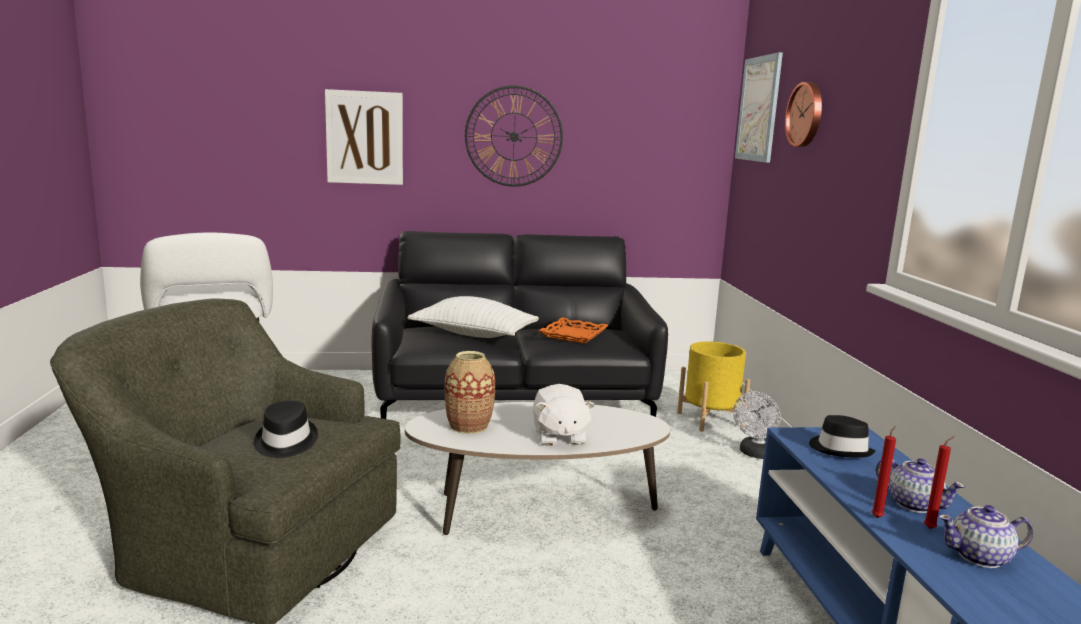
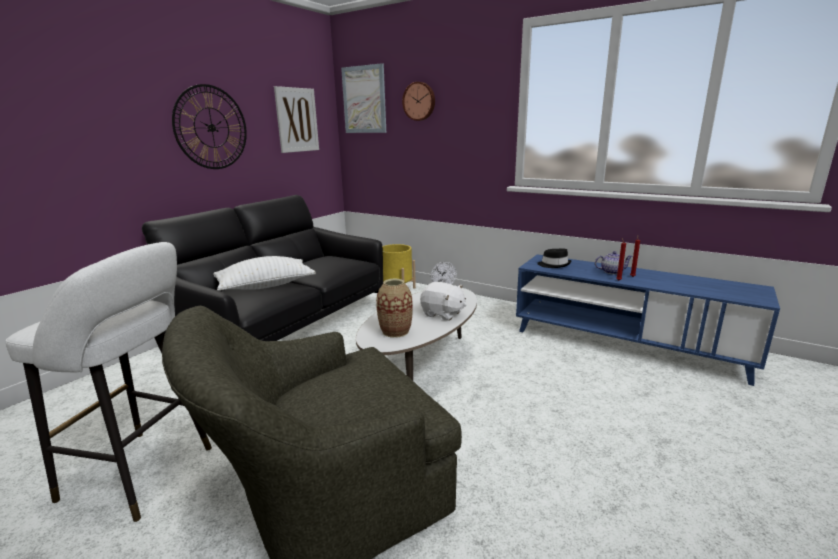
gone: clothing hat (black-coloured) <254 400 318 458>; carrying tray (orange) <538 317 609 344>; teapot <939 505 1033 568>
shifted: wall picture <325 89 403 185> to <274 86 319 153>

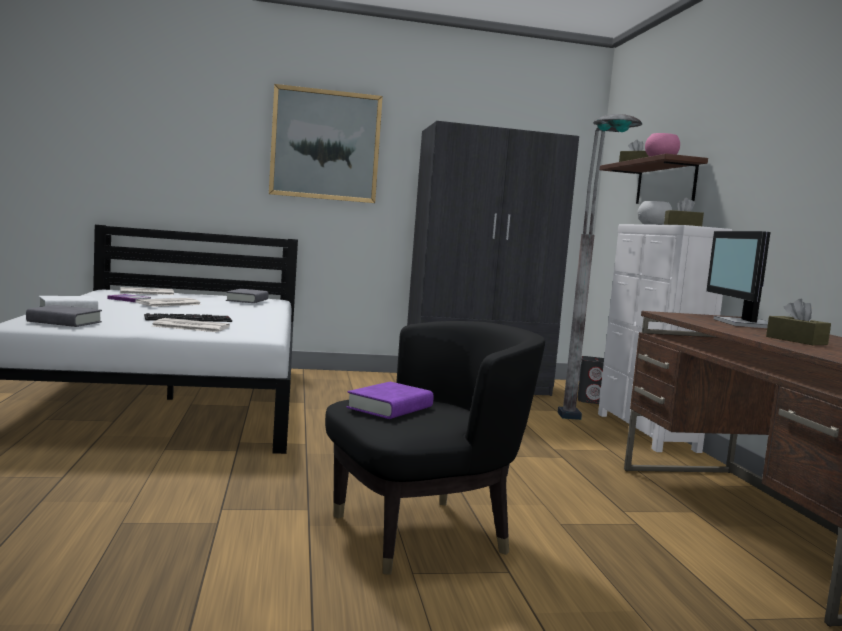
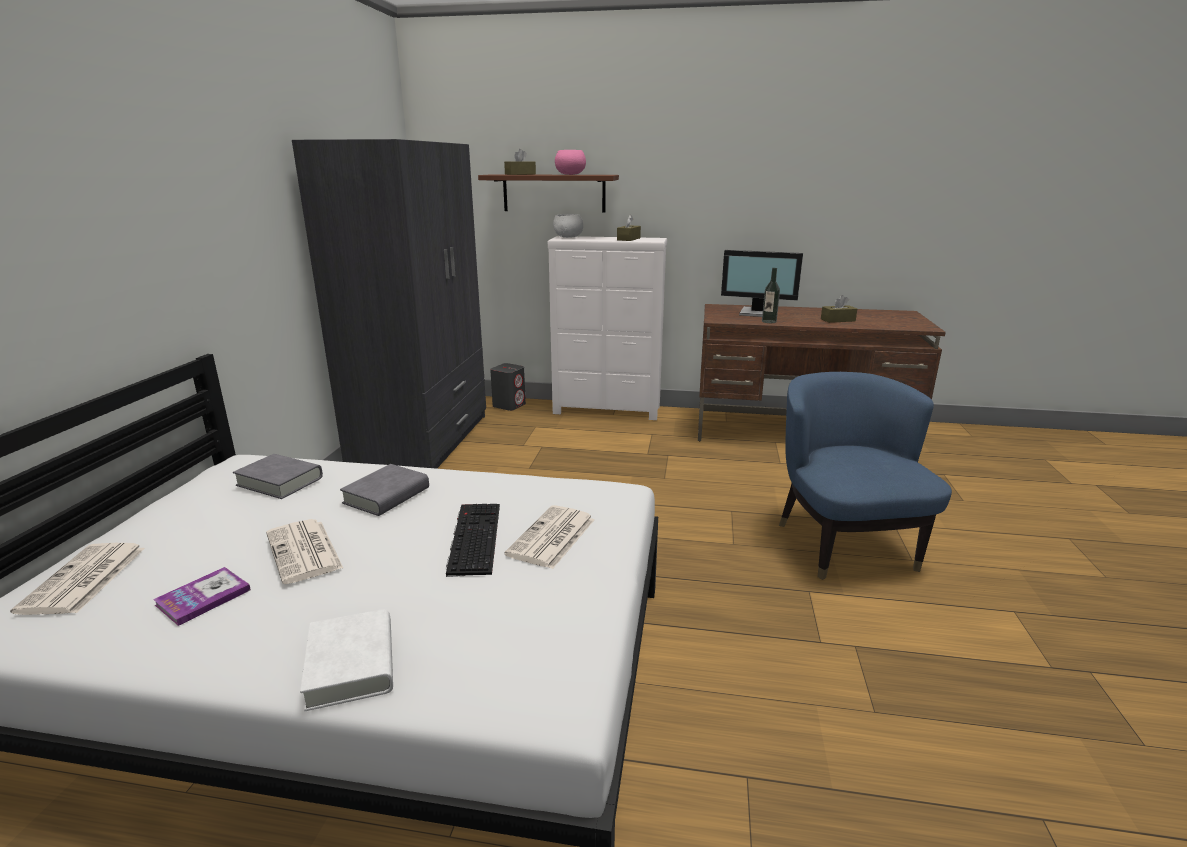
gone: wall picture <269 84 383 203>; book (purplish) <347 382 434 419>; standard lamp (grey) <558 114 642 420>
new: beverage bottle <762 268 780 323>
shifted: book (grey) <26 305 102 327> to <340 464 429 516>
repainted: easy chair (black-coloured) <325 321 545 575> to easy chair (blue) <779 372 952 580>

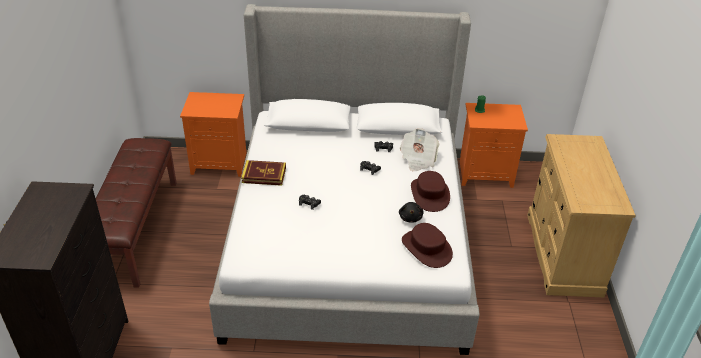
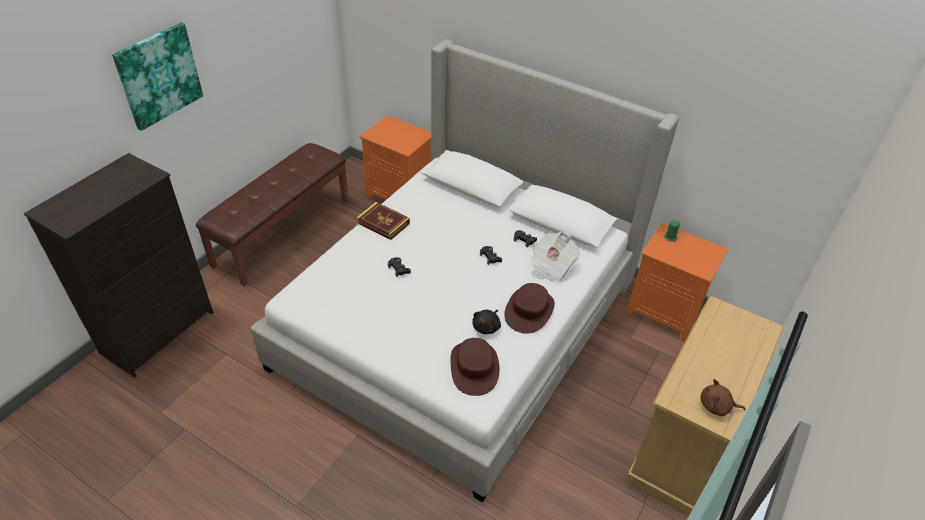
new: wall picture <112 23 203 131>; soft toy (brown-coloured) <700 379 746 416>

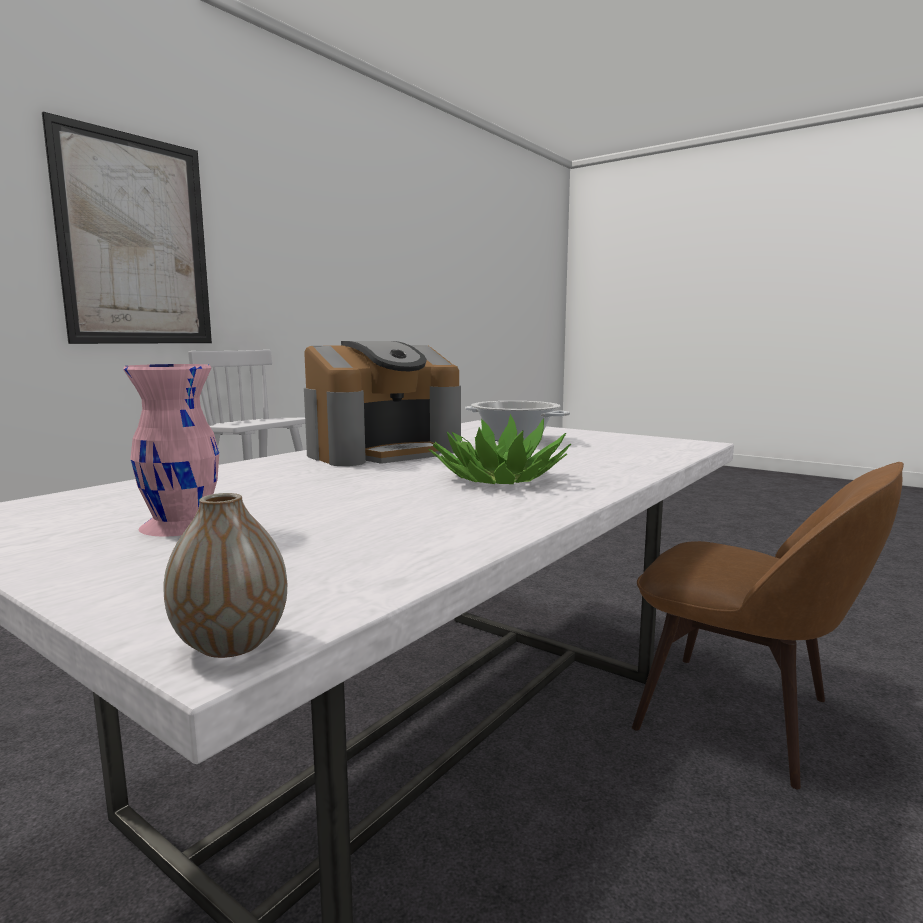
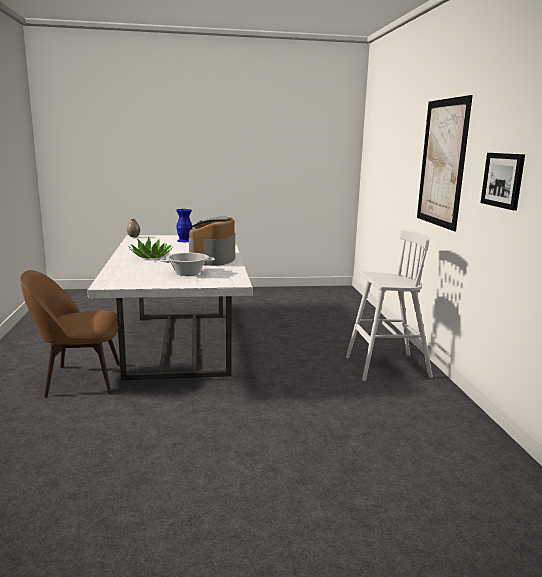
new: wall picture <480 153 525 210>
repainted: decorative vase (pink-coloured) <123 364 219 536> to decorative vase (blue) <176 209 192 242>

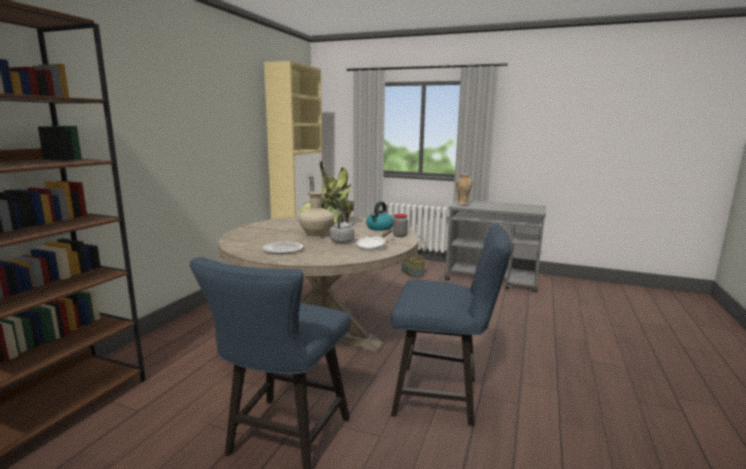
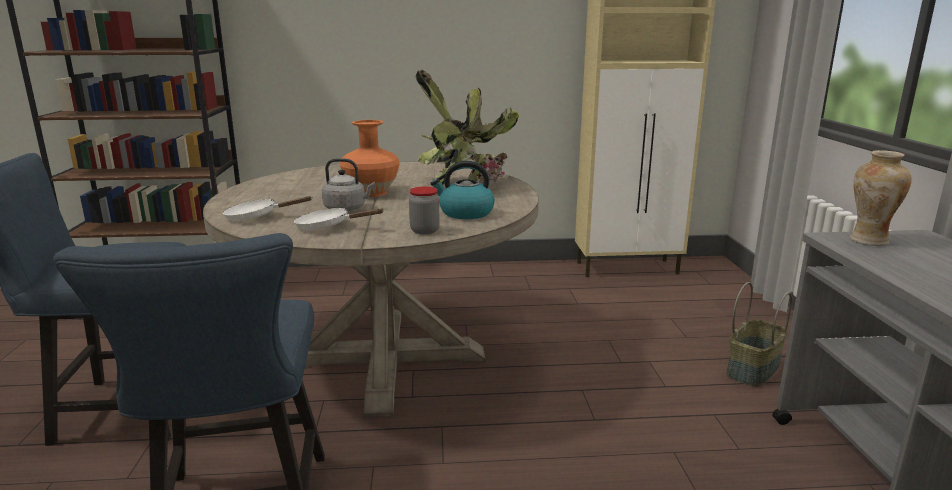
gone: dinner plate <262 242 303 254>
new: frying pan (whitish) <223 196 311 221>
repainted: decorative vase (sand-coloured) <298 191 334 238> to decorative vase (orange) <340 120 400 197>

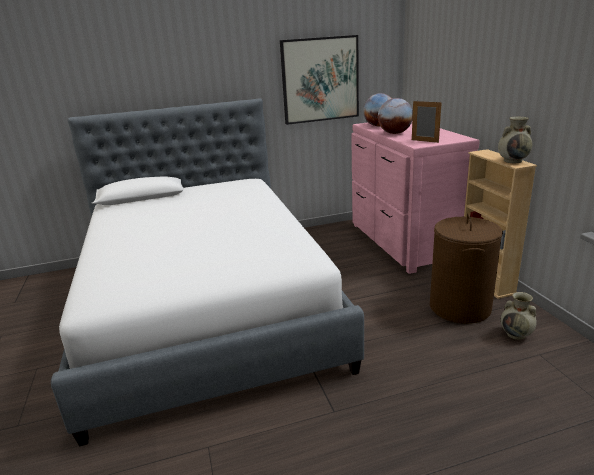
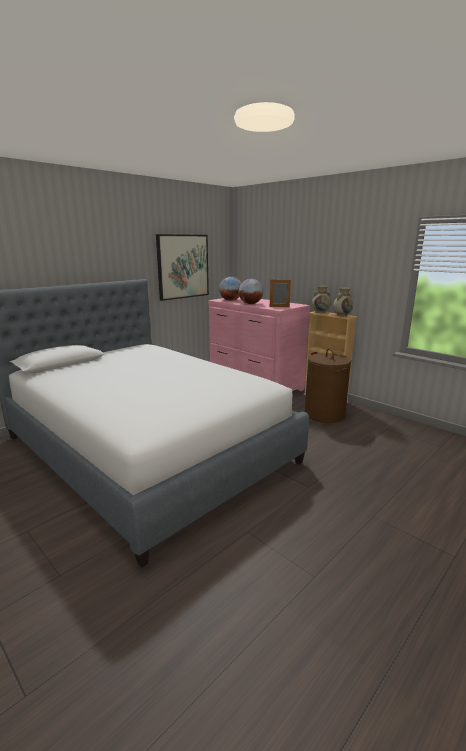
shifted: decorative vase (sand-coloured) <501 292 537 340> to <312 286 331 313>

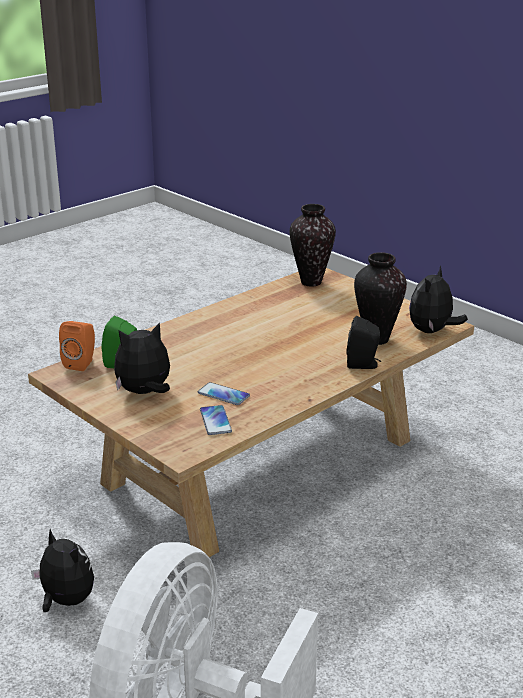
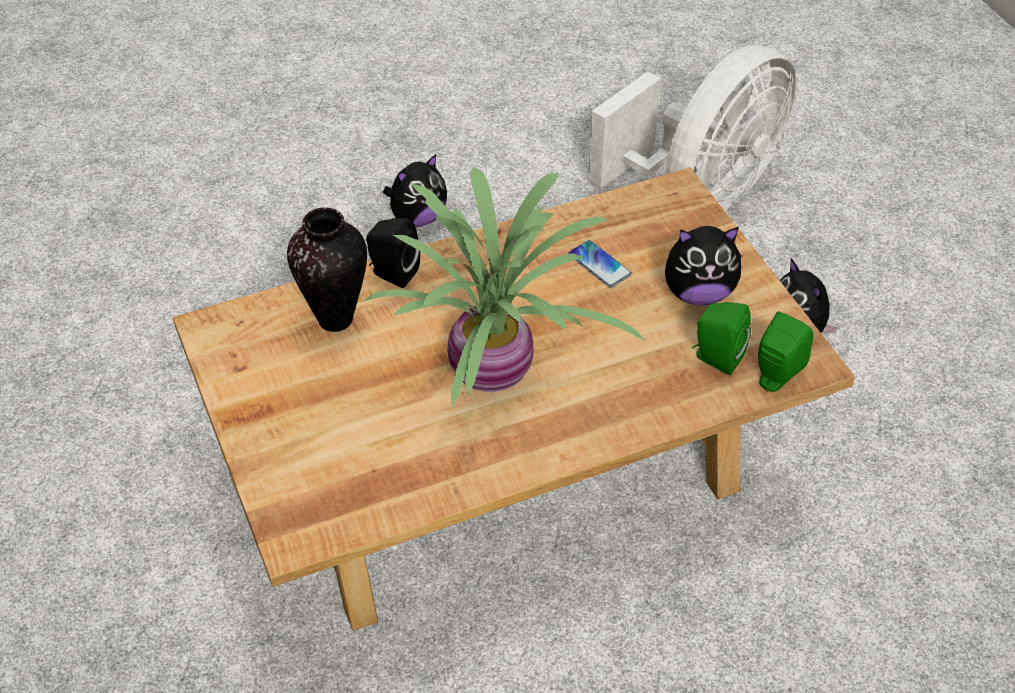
gone: handset <200 405 232 435>; decorative vase <290 204 336 287>
new: houseplant <364 167 646 407>
shifted: soft toy <409 266 468 333> to <383 154 447 227>
repainted: audio speaker (orange) <59 321 95 371> to audio speaker (greenish) <758 312 813 392>

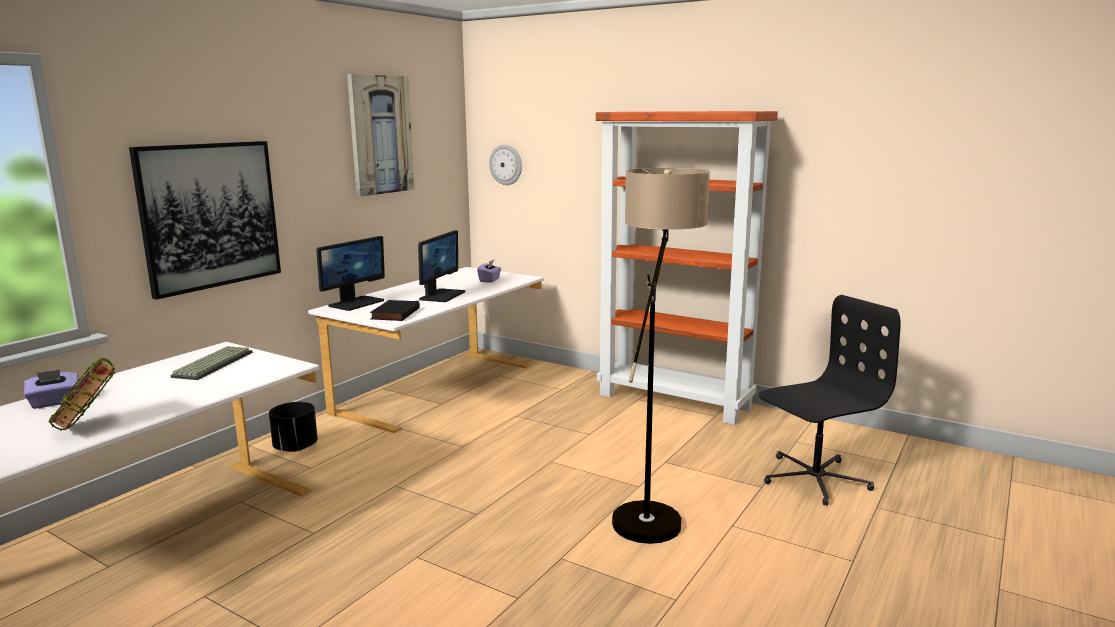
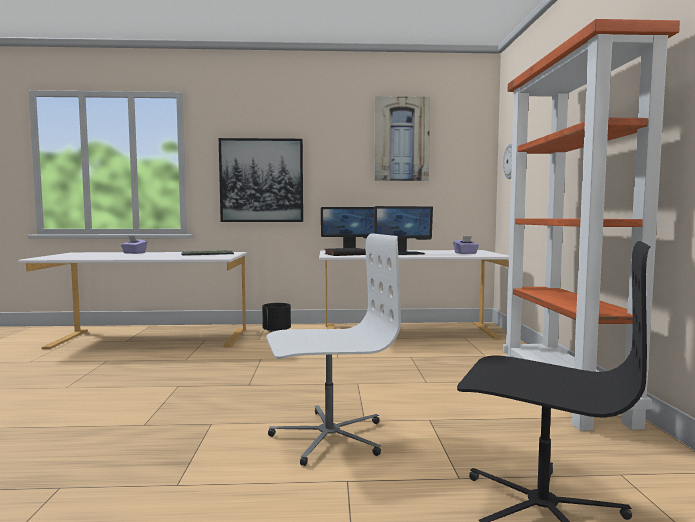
gone: book <48 358 115 431>
swapped: standard lamp <612 168 710 544> to computer chair (whitish) <266 233 401 466>

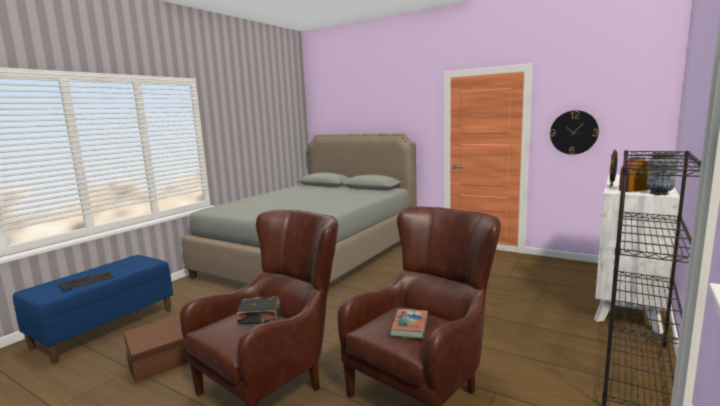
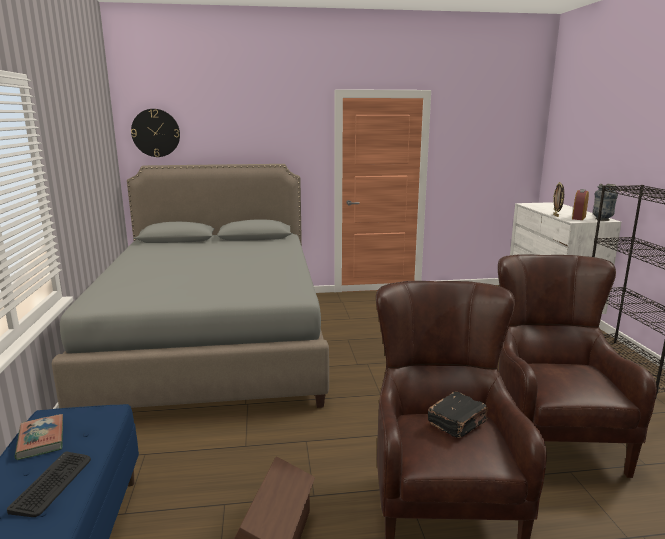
shifted: book <389 309 428 339> to <15 414 63 460>; hanging clock <550 110 599 155> to <131 109 180 157>

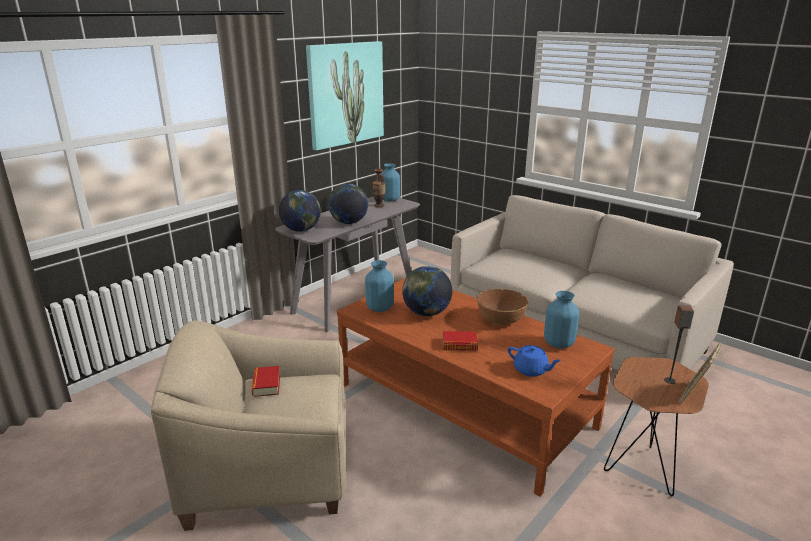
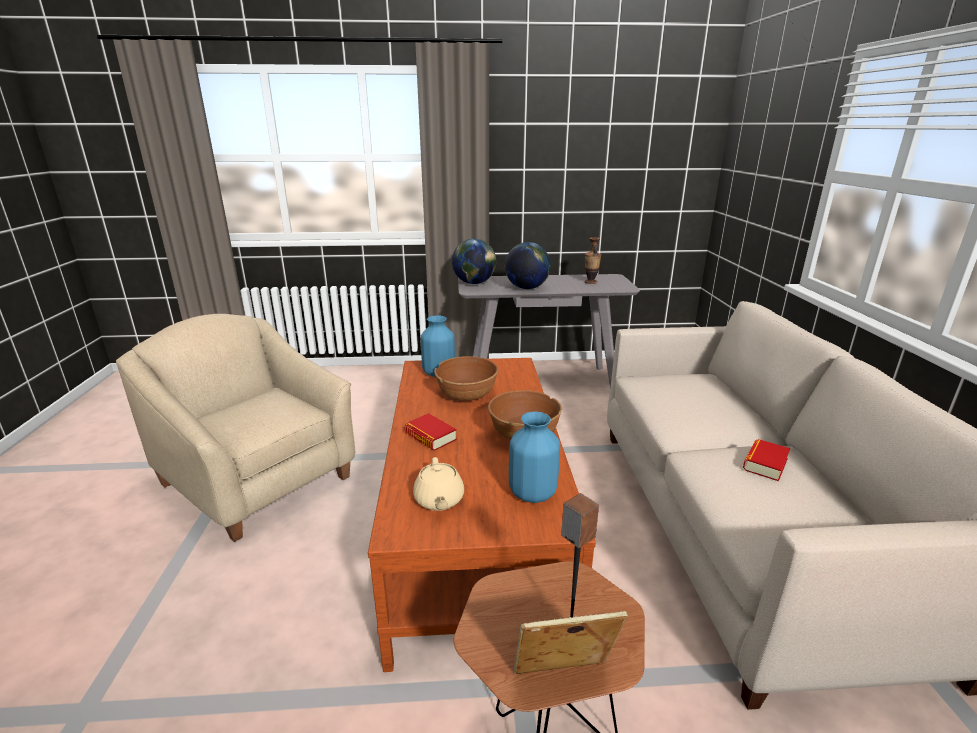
gone: wall picture <306 41 384 151>; decorative vase (blue) <381 163 400 201>
shifted: book <252 366 280 397> to <743 439 790 481>
swapped: world globe <402 266 452 316> to serving bowl (brown-coloured) <434 356 498 400>
repainted: teapot (blue) <508 345 561 377> to teapot (sand-coloured) <413 457 464 511>

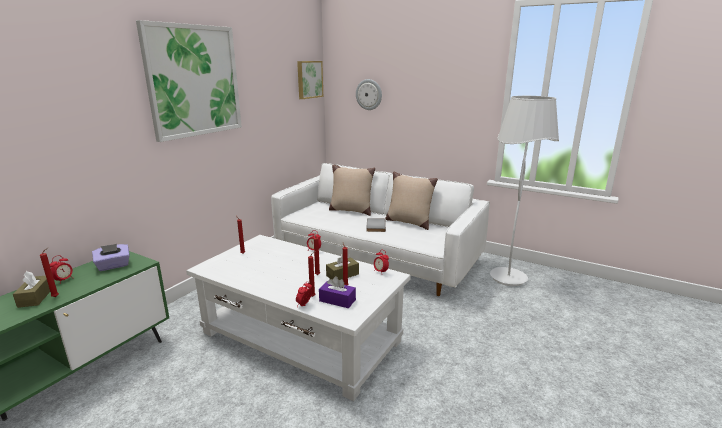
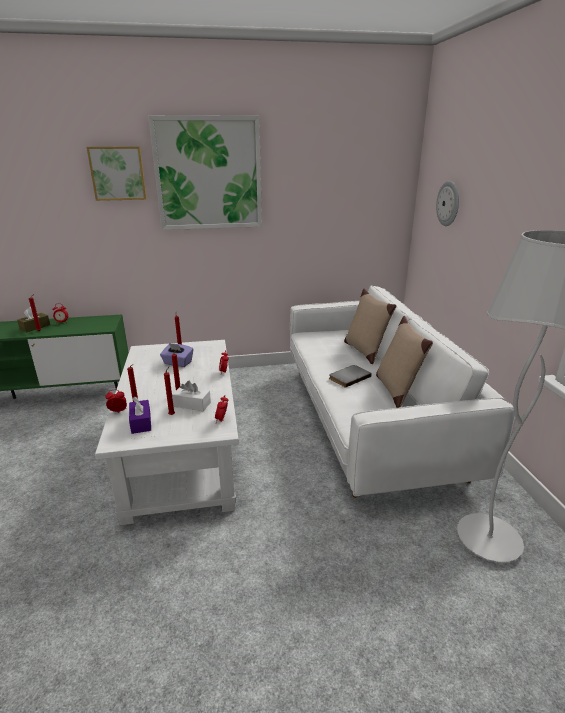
shifted: tissue holder (purplish) <92 244 130 271> to <160 343 193 367>; wall picture <297 61 323 99> to <87 146 147 201>
repainted: tissue holder (brown-coloured) <326 253 359 280> to tissue holder (whitish) <172 381 211 411>

